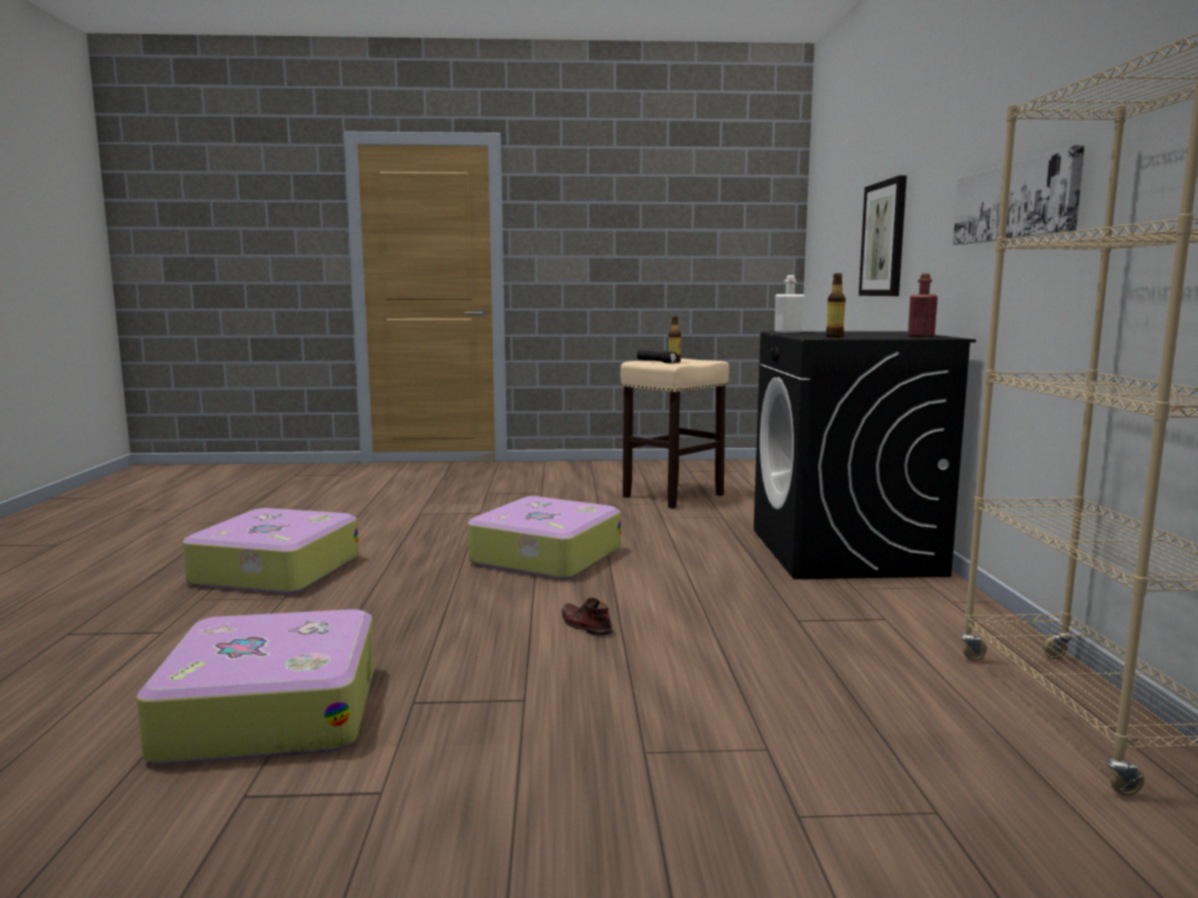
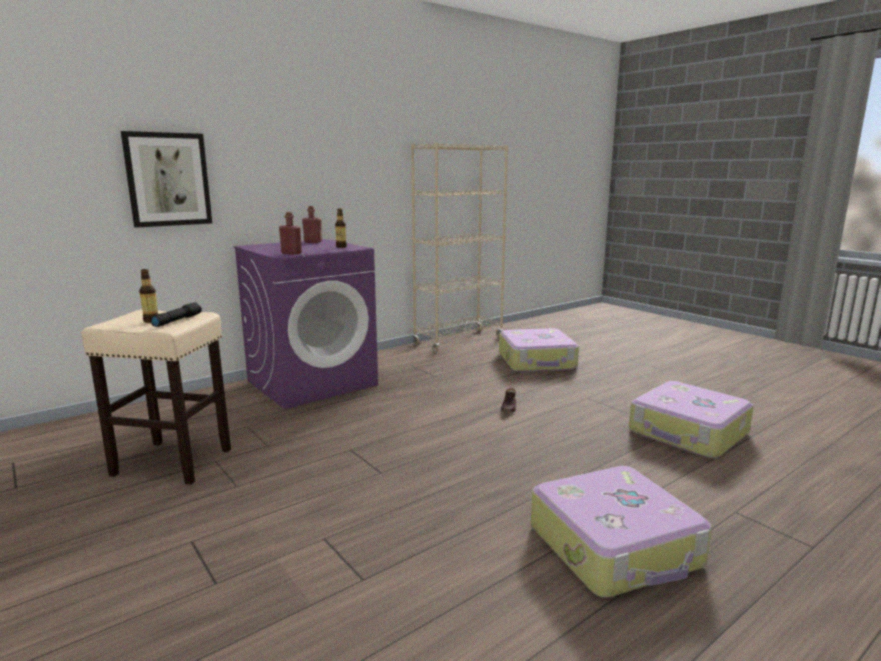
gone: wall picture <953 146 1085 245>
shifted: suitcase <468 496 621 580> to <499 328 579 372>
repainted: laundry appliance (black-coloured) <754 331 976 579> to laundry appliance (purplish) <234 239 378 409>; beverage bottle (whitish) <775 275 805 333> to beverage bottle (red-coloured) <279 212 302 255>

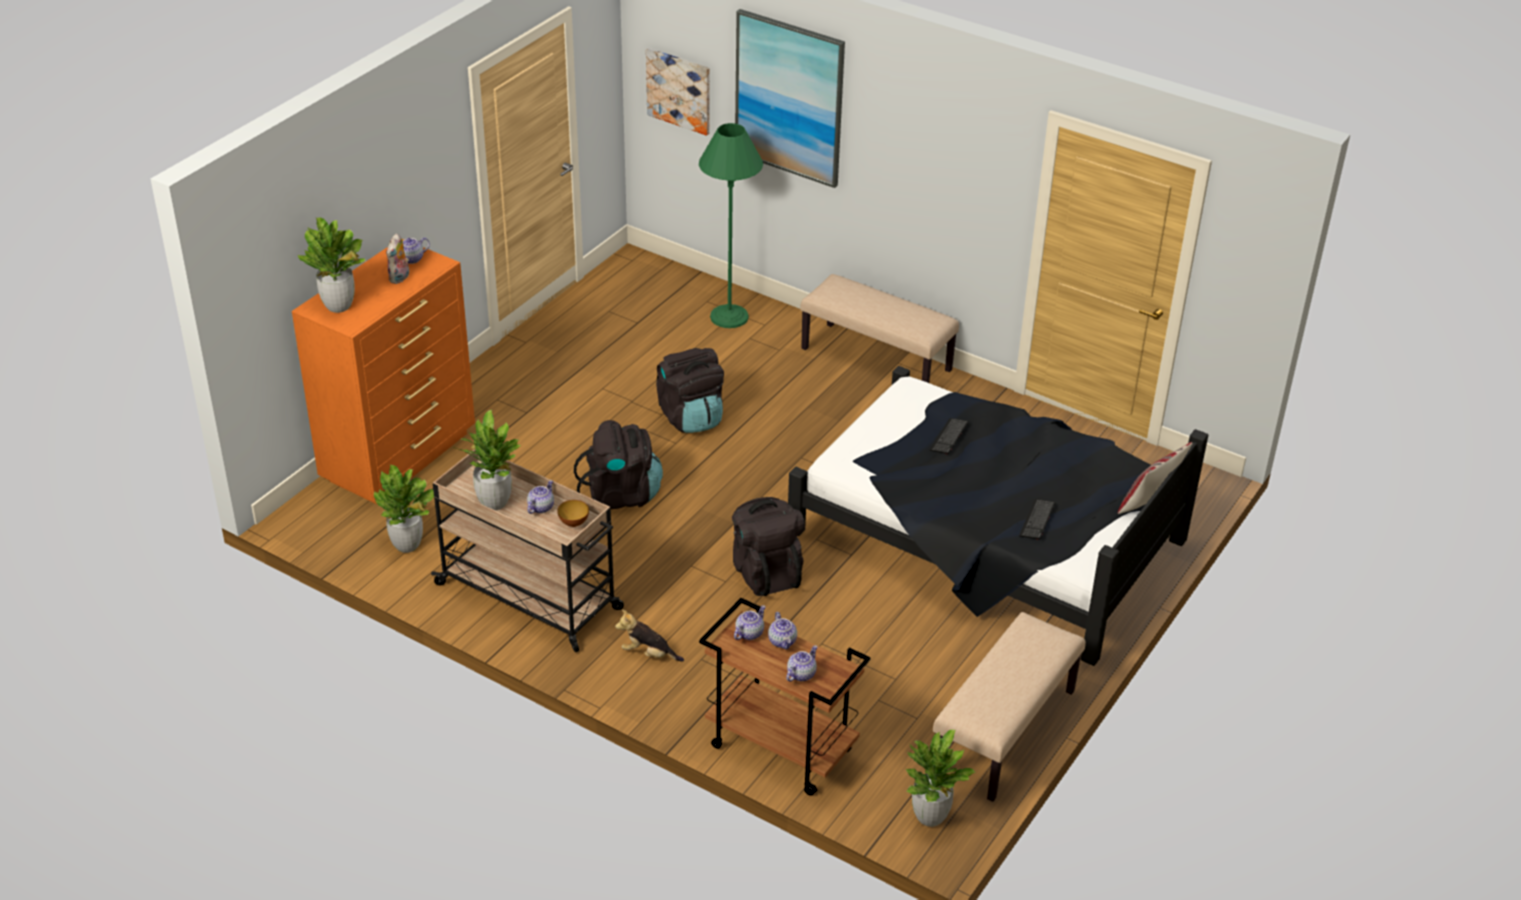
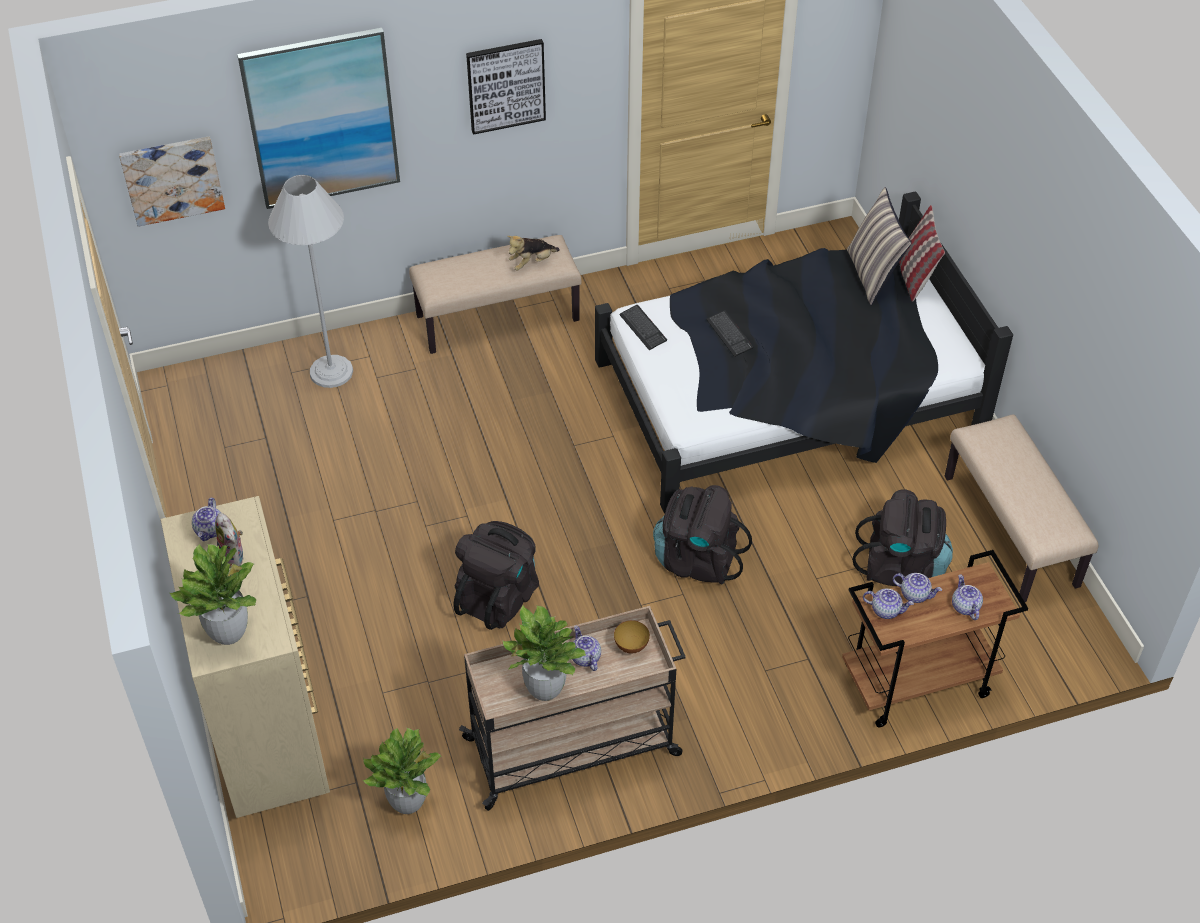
gone: houseplant <905 729 976 827>
new: wall picture <466 39 546 135>; cushion <847 187 911 305>
shifted: soft toy <615 610 684 661> to <507 236 560 270>; backpack (black-coloured) <656 348 724 433> to <852 490 953 586>; keyboard <1019 499 1055 540> to <619 305 667 350>
repainted: chest of drawers (orange) <292 239 475 505> to chest of drawers (sand-coloured) <161 496 330 818>; standard lamp (greenish) <699 123 763 328> to standard lamp (whitish) <268 175 353 388>
rotated: teapot <734 605 766 640> = <863 589 914 619> 120 degrees clockwise

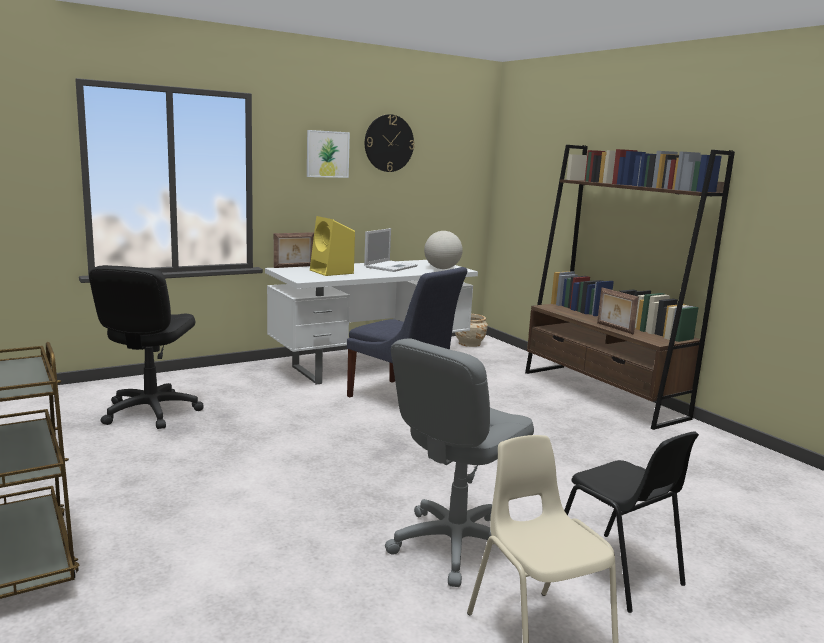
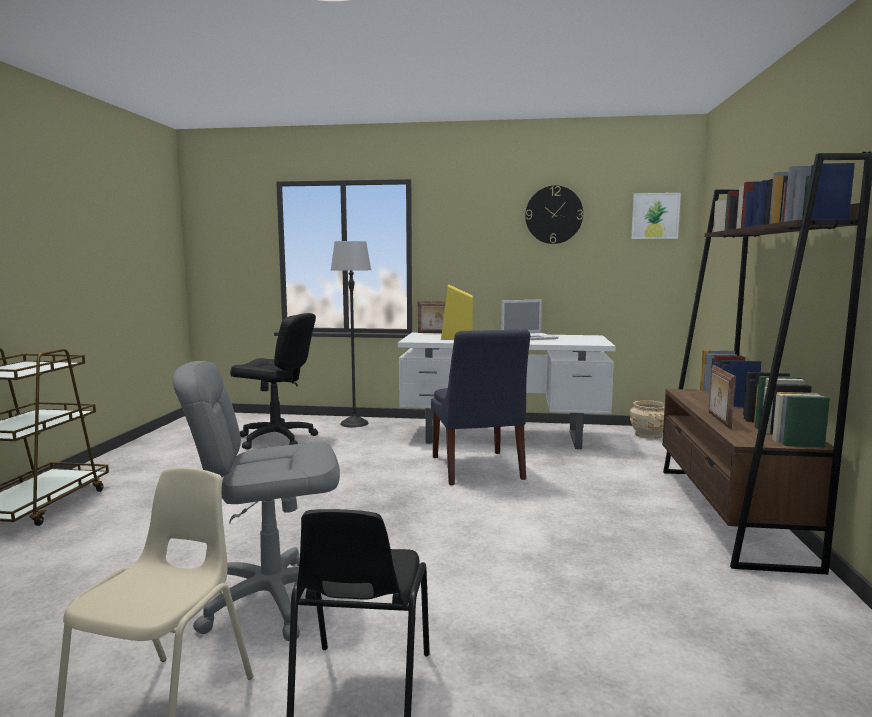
gone: world globe <424 231 463 269>
new: standard lamp <331 241 371 428>
shifted: wall picture <307 130 350 178> to <631 193 681 239>
rotated: computer chair (black-coloured) <89 265 204 429> = <230 313 318 449> 120 degrees counterclockwise

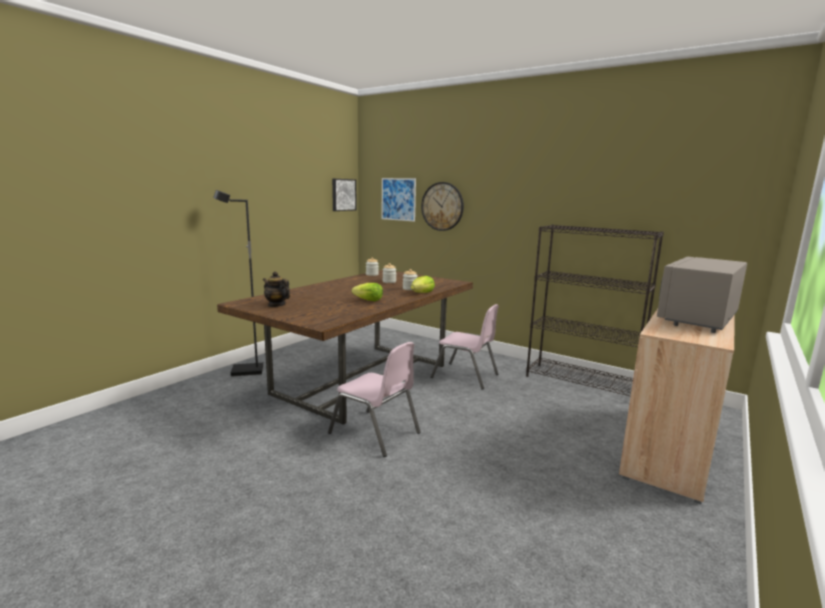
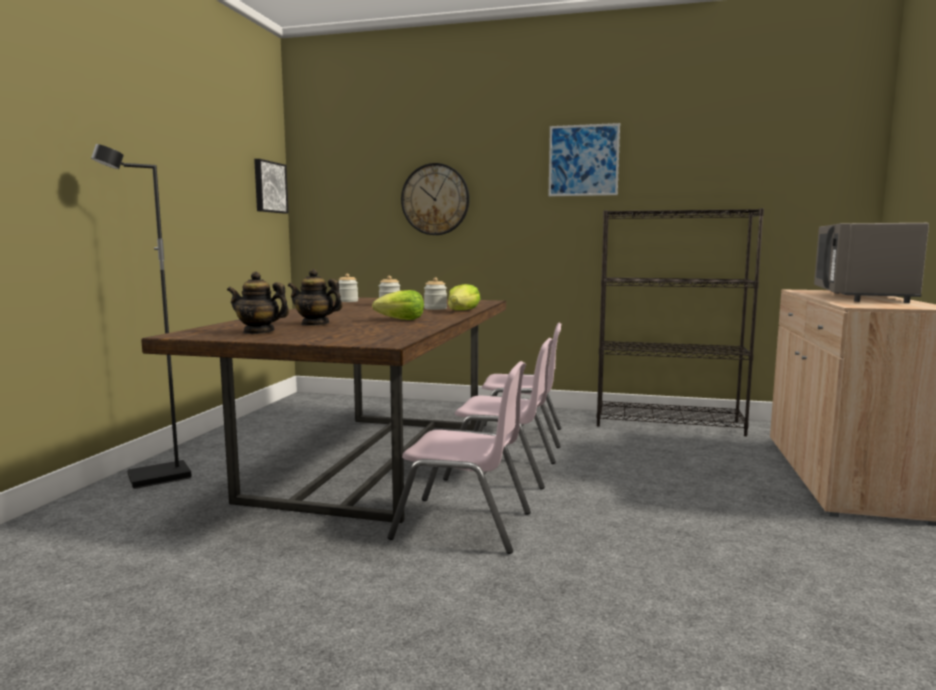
new: teapot <288 269 343 326>; upright chair (pink-coloured) <443 338 556 489>
shifted: wall picture <382 178 416 222> to <549 123 620 196>

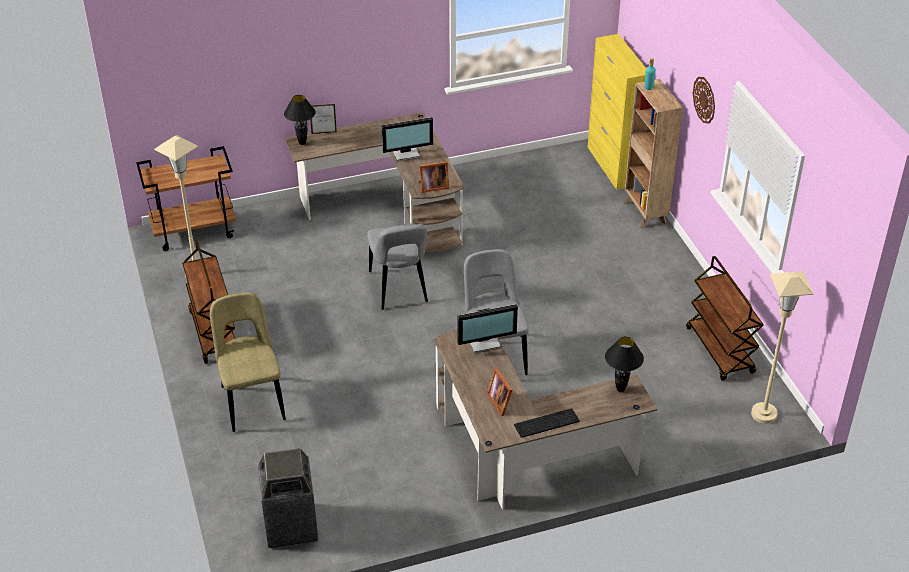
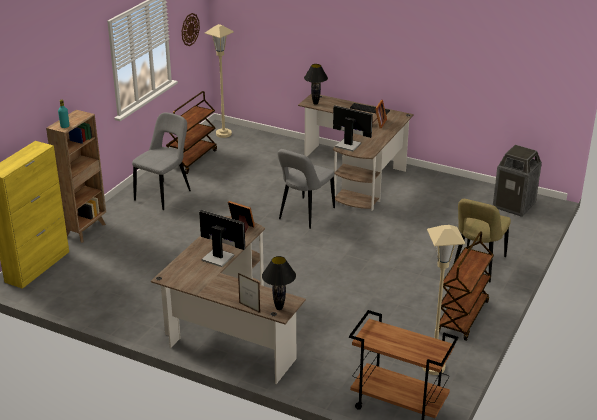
shifted: upright chair (grey) <367 223 428 310> to <132 112 191 210>; hanging clock <693 77 715 124> to <182 13 200 46>

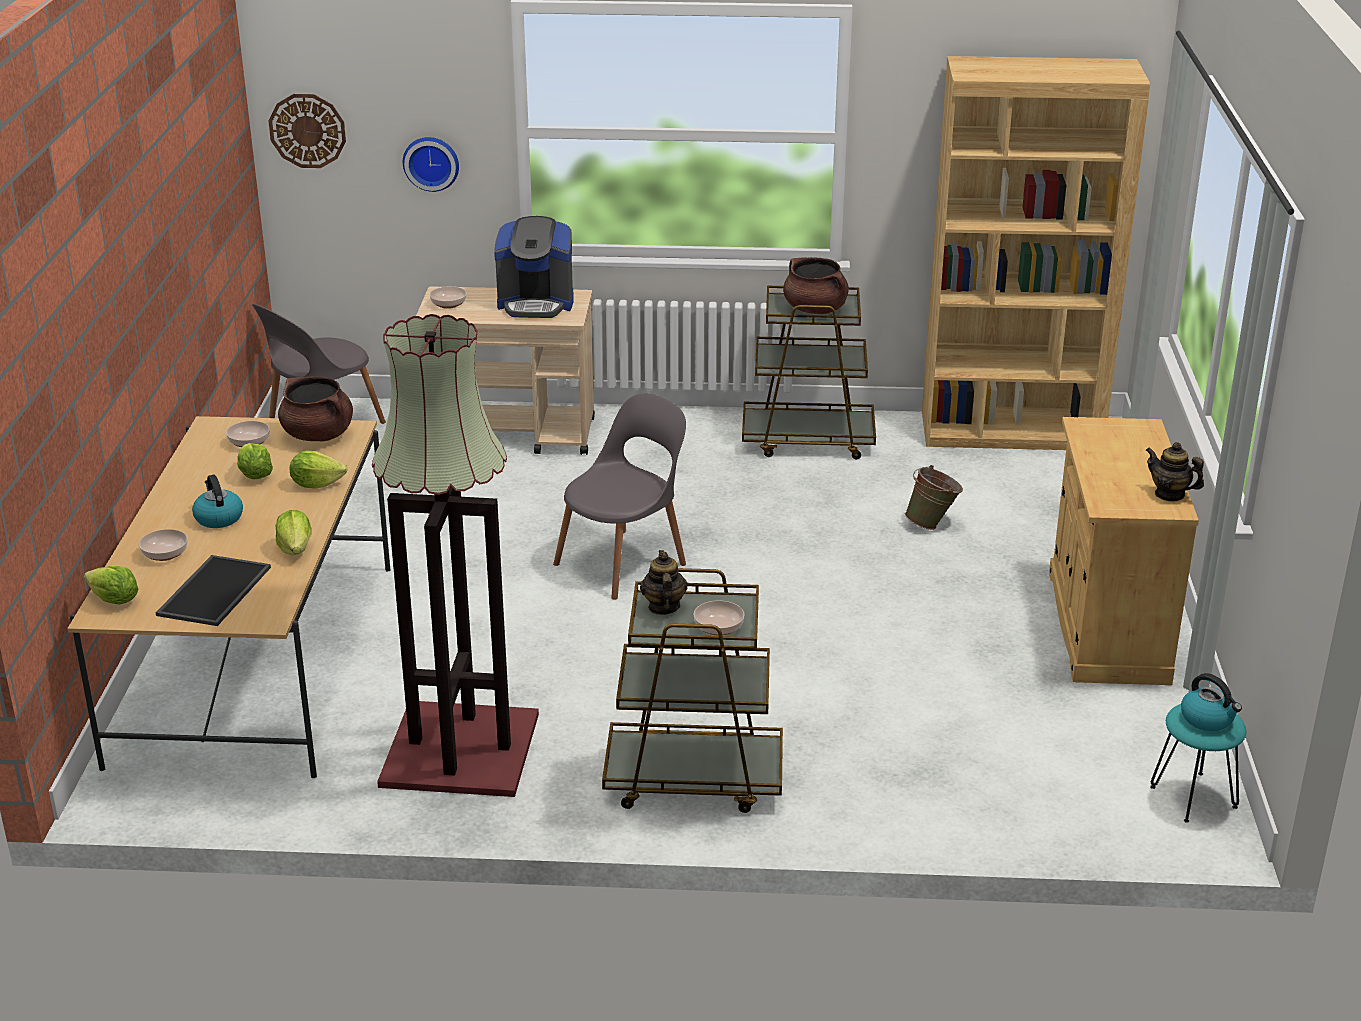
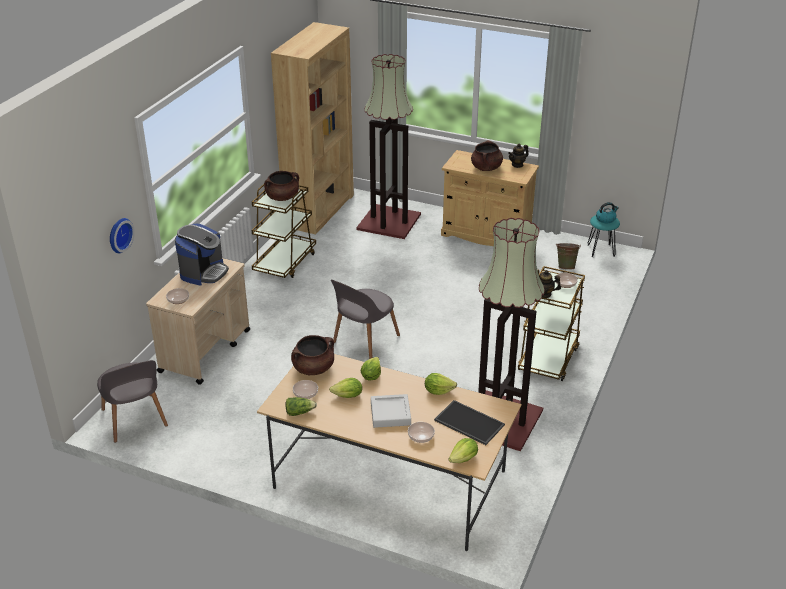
gone: hanging clock <268 94 346 168>
new: lettuce <286 397 317 416>; standard lamp <356 54 421 239>; cooking pot (brown-coloured) <471 140 503 171>
shifted: bucket (greenish) <905 465 963 530> to <556 243 581 270>
swapped: tea kettle <192 475 243 528> to carrying tray (grey) <371 394 411 428>
rotated: upright chair (grey) <553 393 686 600> = <331 280 400 359> 120 degrees counterclockwise

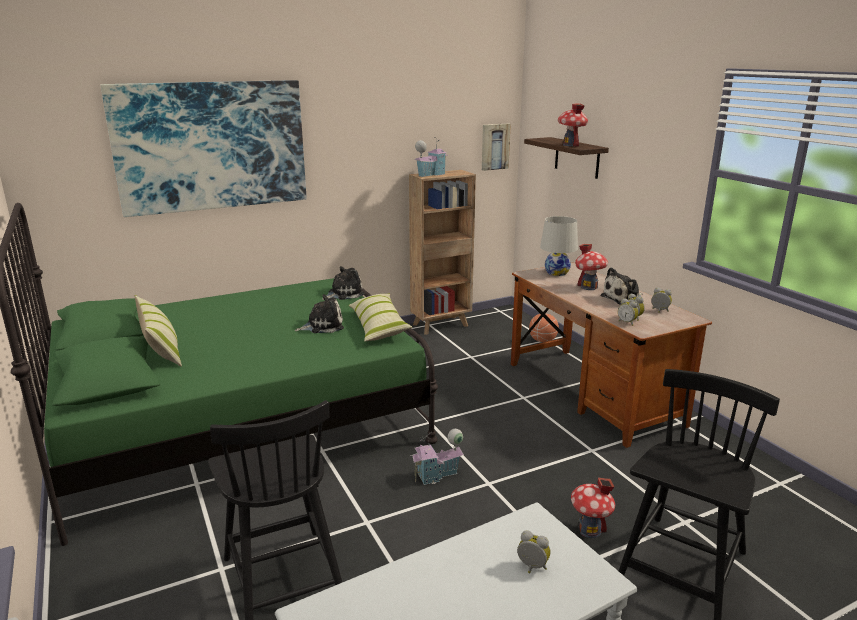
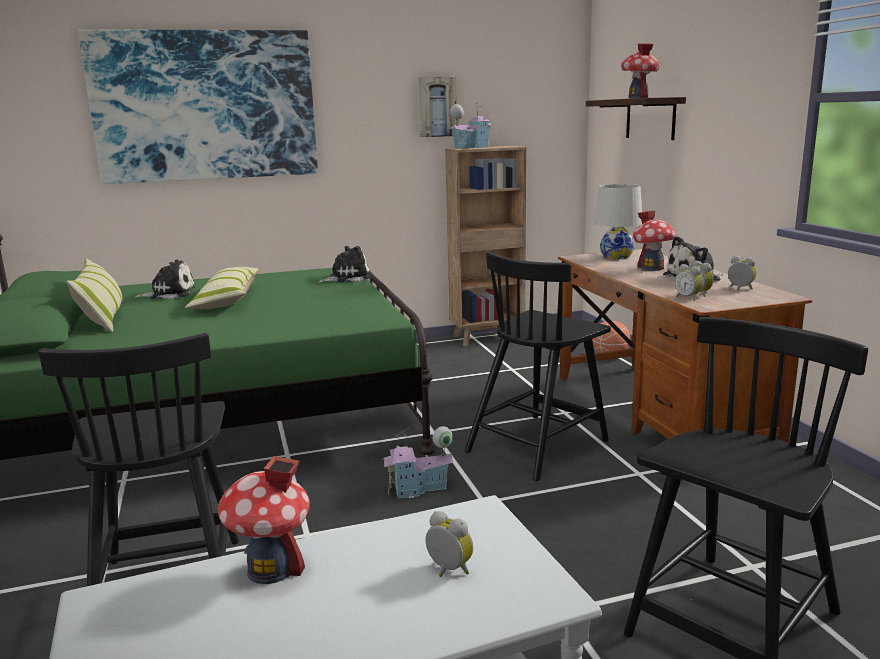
new: upright chair (black-coloured) <465 251 611 481>
shifted: soft toy <295 294 344 333> to <135 259 195 299>; cushion <349 293 412 341> to <185 267 260 309>; wall picture <482 123 511 171> to <417 77 457 137>; model house <571 478 615 538> to <218 456 309 584>

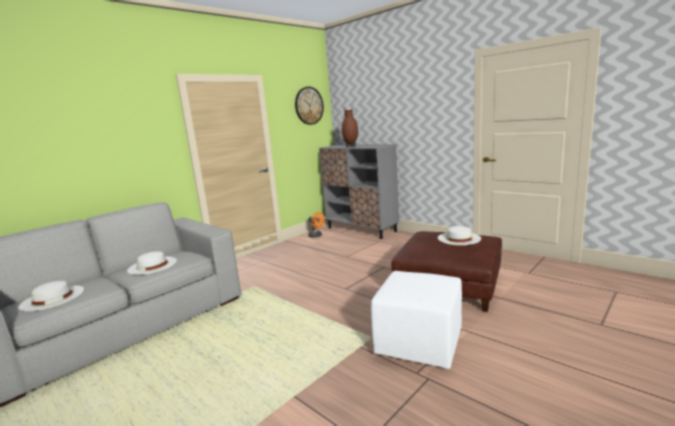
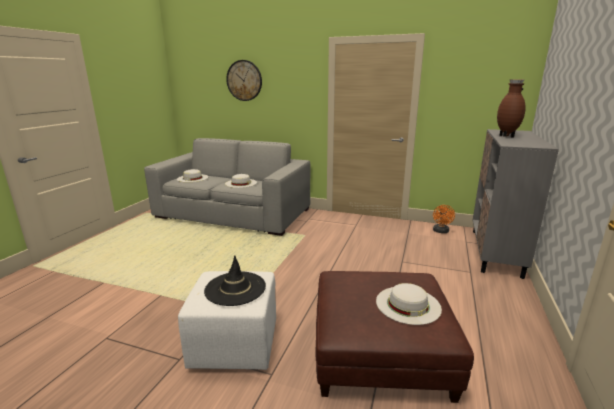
new: clothing hat (black-coloured) <204 255 266 306>
shifted: hanging clock <295 87 324 125> to <226 60 262 101>

